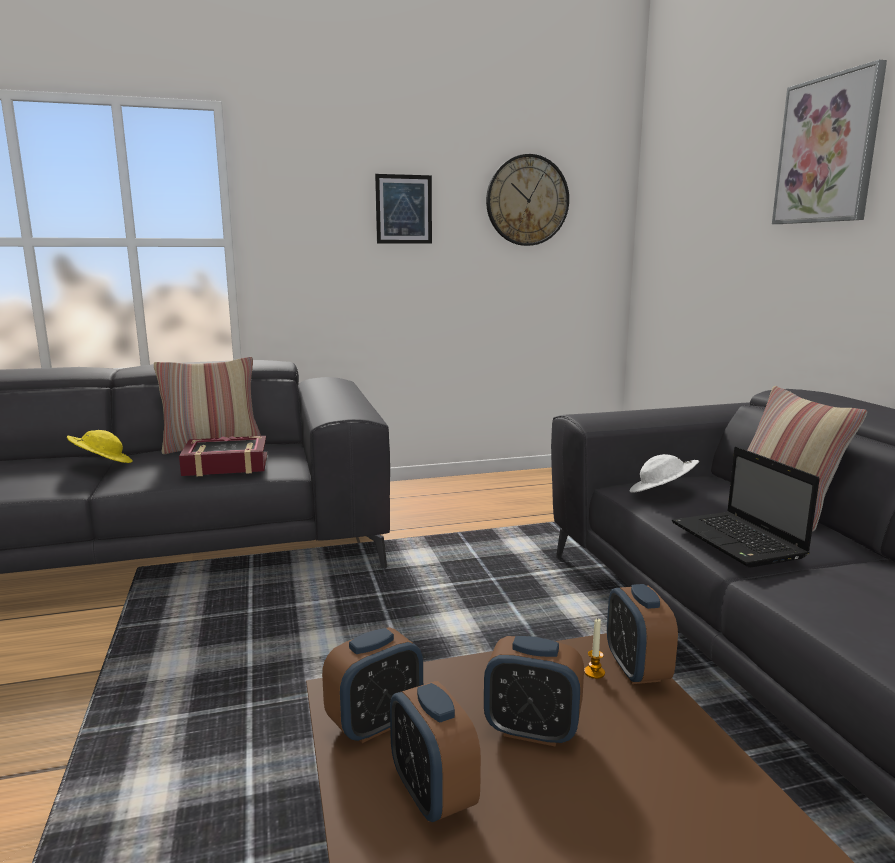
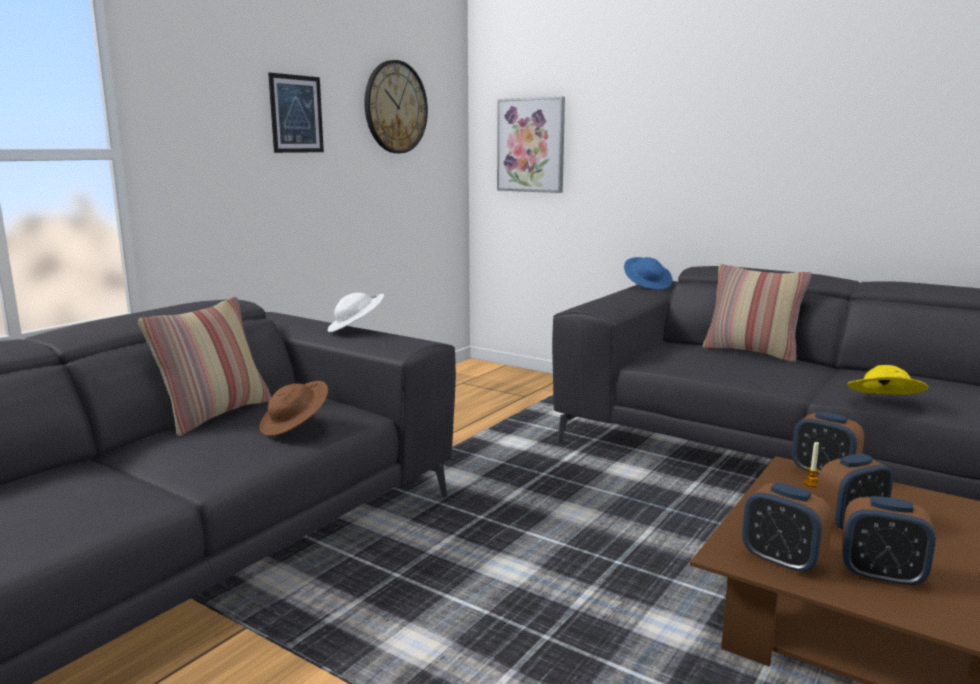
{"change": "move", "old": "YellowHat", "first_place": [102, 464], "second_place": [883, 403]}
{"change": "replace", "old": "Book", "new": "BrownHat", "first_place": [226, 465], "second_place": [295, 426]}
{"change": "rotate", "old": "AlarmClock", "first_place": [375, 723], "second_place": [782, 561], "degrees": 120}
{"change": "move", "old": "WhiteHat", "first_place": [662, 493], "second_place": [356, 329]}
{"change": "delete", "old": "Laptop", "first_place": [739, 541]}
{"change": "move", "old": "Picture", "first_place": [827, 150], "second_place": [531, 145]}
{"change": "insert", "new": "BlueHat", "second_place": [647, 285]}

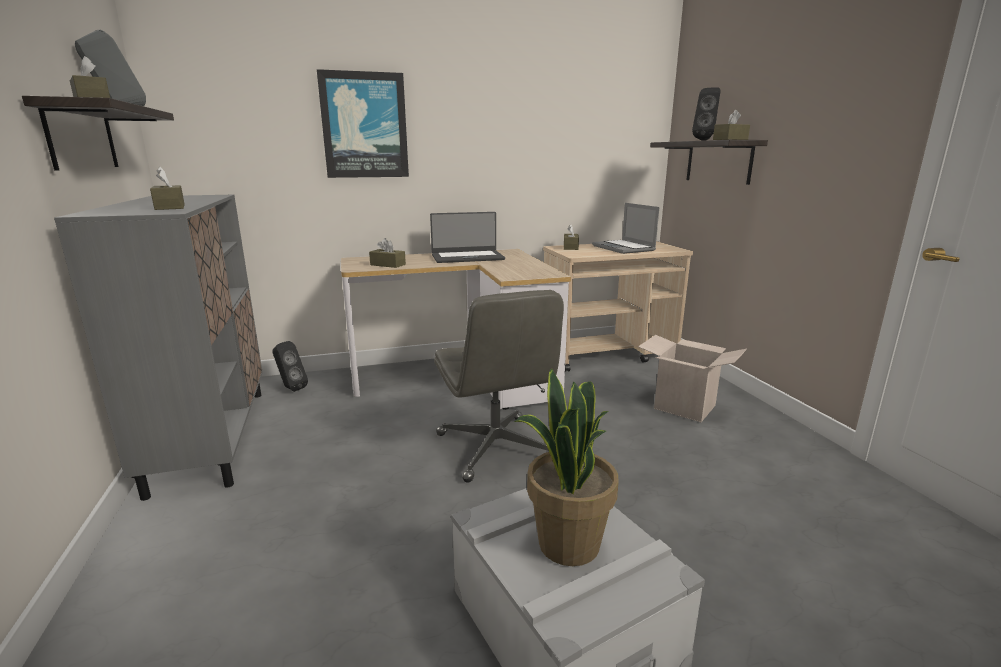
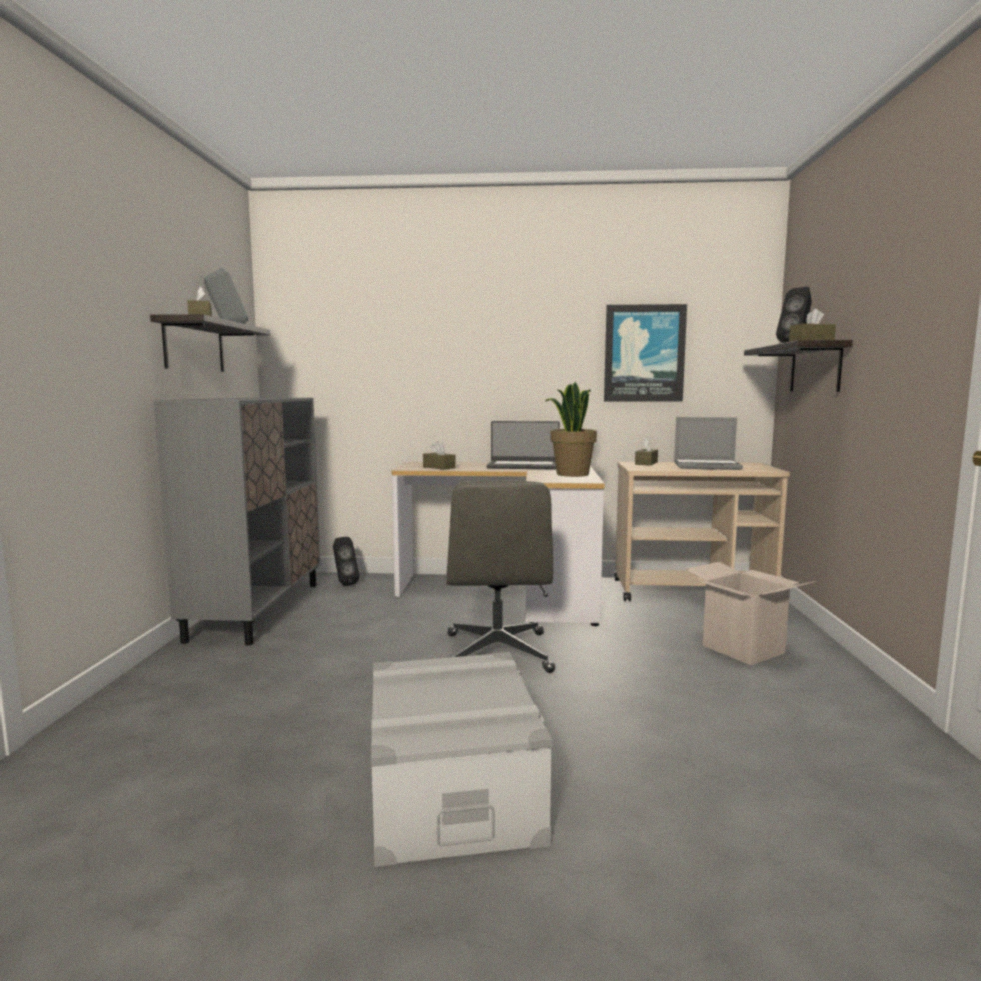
{"change": "delete", "old": "BrownTissueBox", "first_place": [170, 207]}
{"change": "move", "old": "Picture", "first_place": [364, 126], "second_place": [644, 353]}
{"change": "move", "old": "PottedPlant", "first_place": [567, 544], "second_place": [572, 474]}
{"change": "rotate", "old": "Laptop", "first_place": [624, 248], "second_place": [707, 466], "degrees": -75}

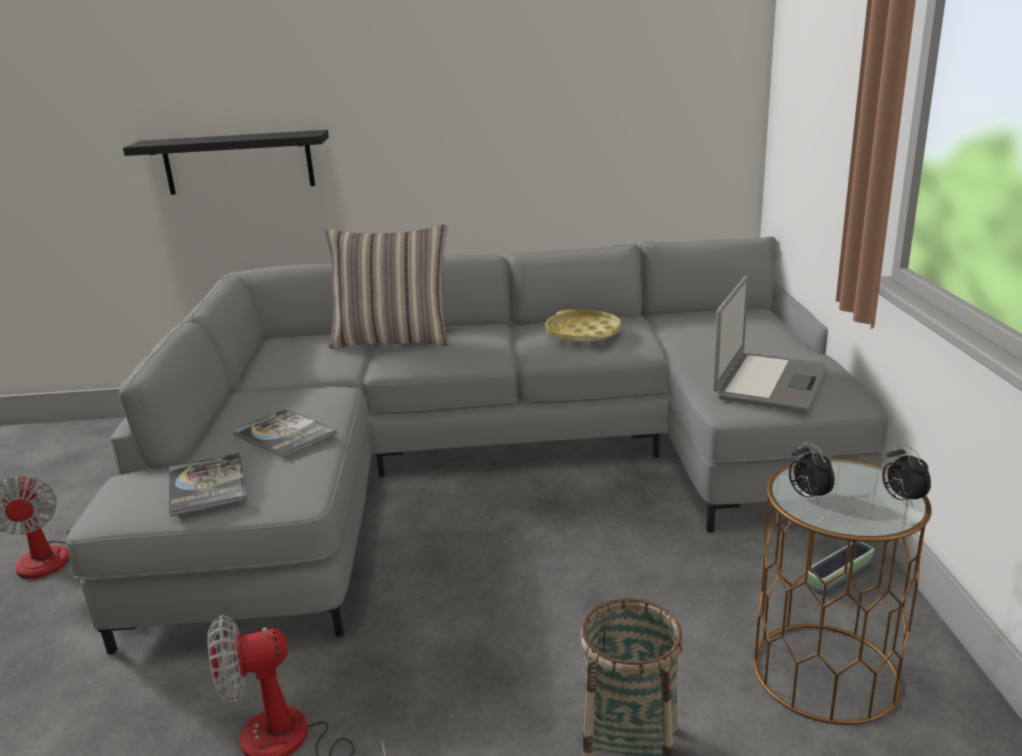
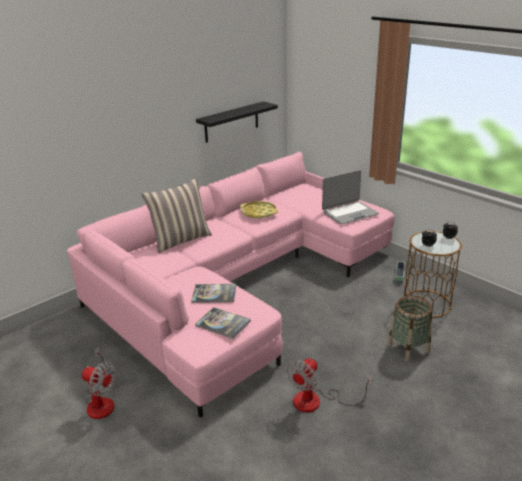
{"change": "recolor", "old": "GreySofa", "new": "PinkSofa", "first_place": [492, 462], "second_place": [239, 282]}
{"change": "move", "old": "BlackShelf", "first_place": [238, 162], "second_place": [231, 122]}
{"change": "rotate", "old": "Laptop", "first_place": [769, 383], "second_place": [349, 213], "degrees": 75}

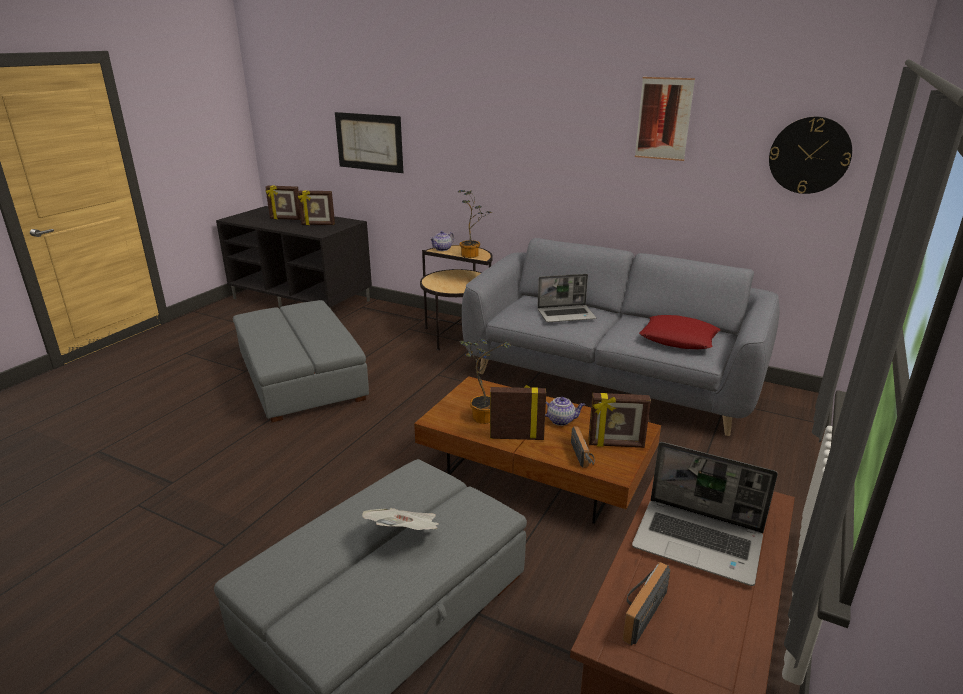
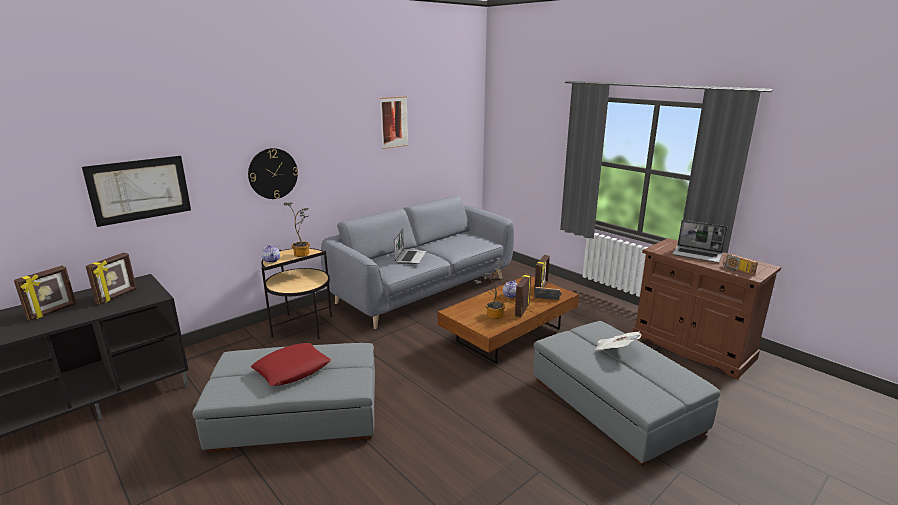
{"change": "rotate", "old": "Laptop", "first_place": [699, 542], "second_place": [697, 255], "degrees": 75}
{"change": "move", "old": "RedPillow", "first_place": [678, 339], "second_place": [292, 369]}
{"change": "move", "old": "WallClock", "first_place": [809, 155], "second_place": [273, 173]}

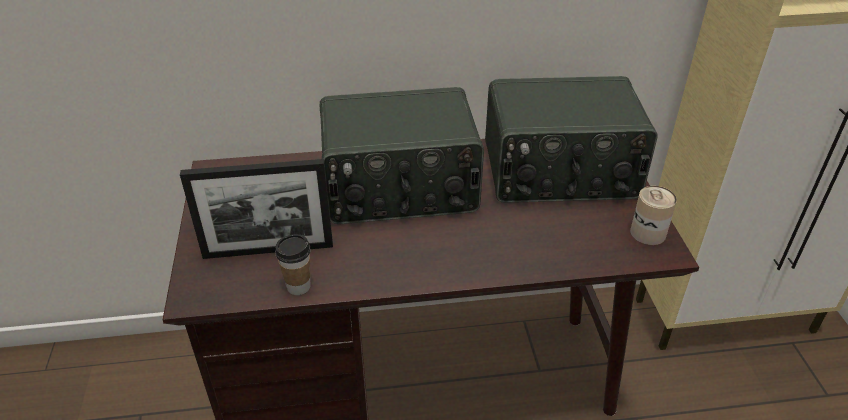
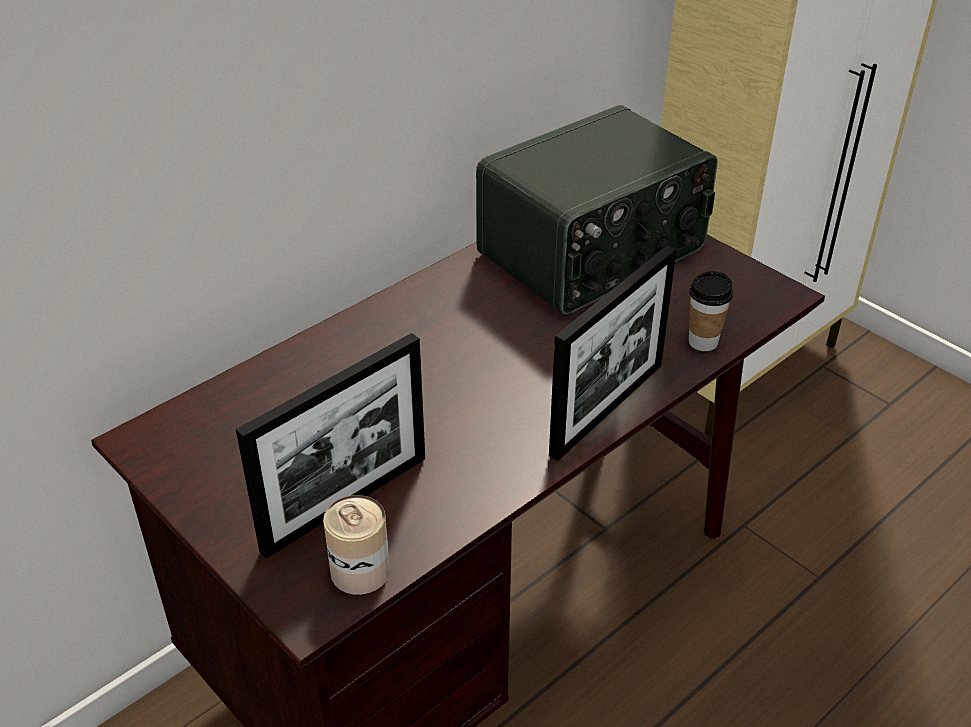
{"change": "move", "old": "Cup", "first_place": [298, 286], "second_place": [703, 342]}
{"change": "delete", "old": "Radio", "first_place": [400, 189]}
{"change": "move", "old": "Can", "first_place": [648, 233], "second_place": [360, 571]}
{"change": "insert", "new": "PictureFrame", "second_place": [607, 409]}

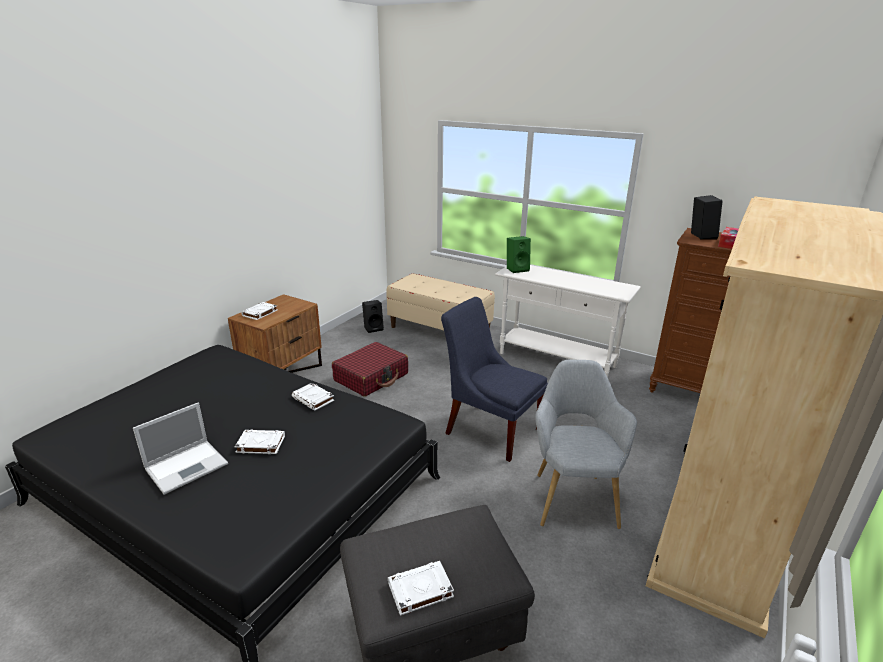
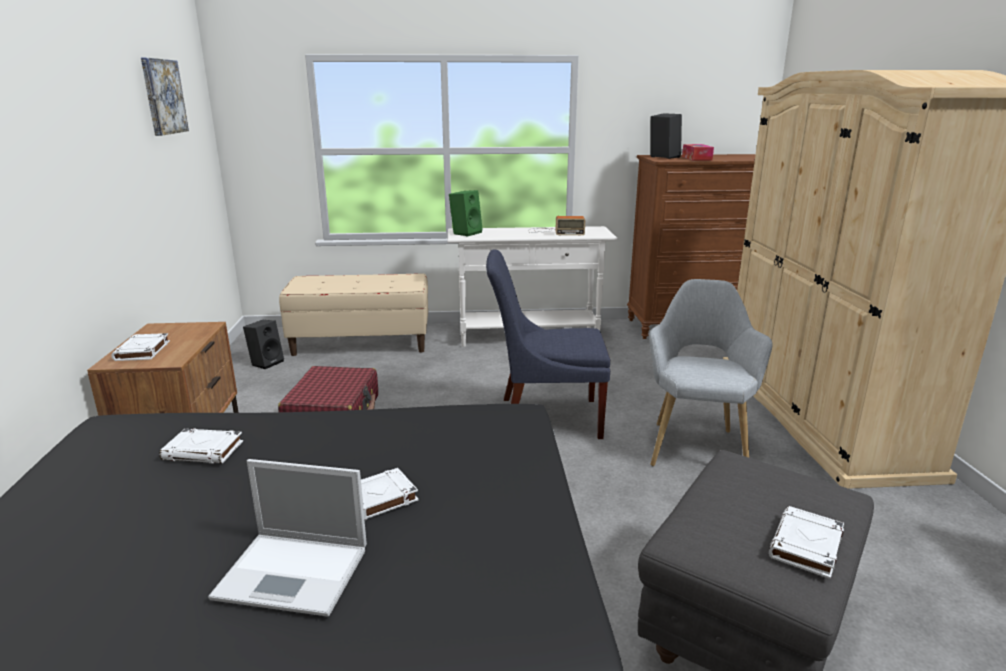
{"change": "rotate", "old": "Laptop", "first_place": [188, 465], "second_place": [295, 573], "degrees": 90}
{"change": "move", "old": "WhiteBook", "first_place": [313, 399], "second_place": [204, 451]}
{"change": "rotate", "old": "GreyArmchair", "first_place": [572, 495], "second_place": [696, 444], "degrees": 45}
{"change": "insert", "new": "Picture", "second_place": [163, 96]}
{"change": "insert", "new": "Radio", "second_place": [554, 232]}

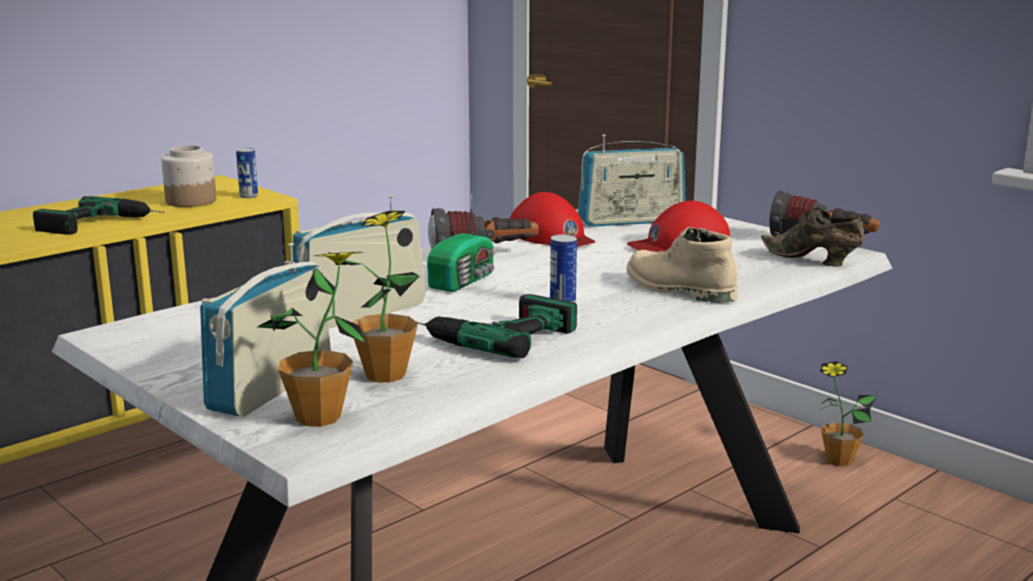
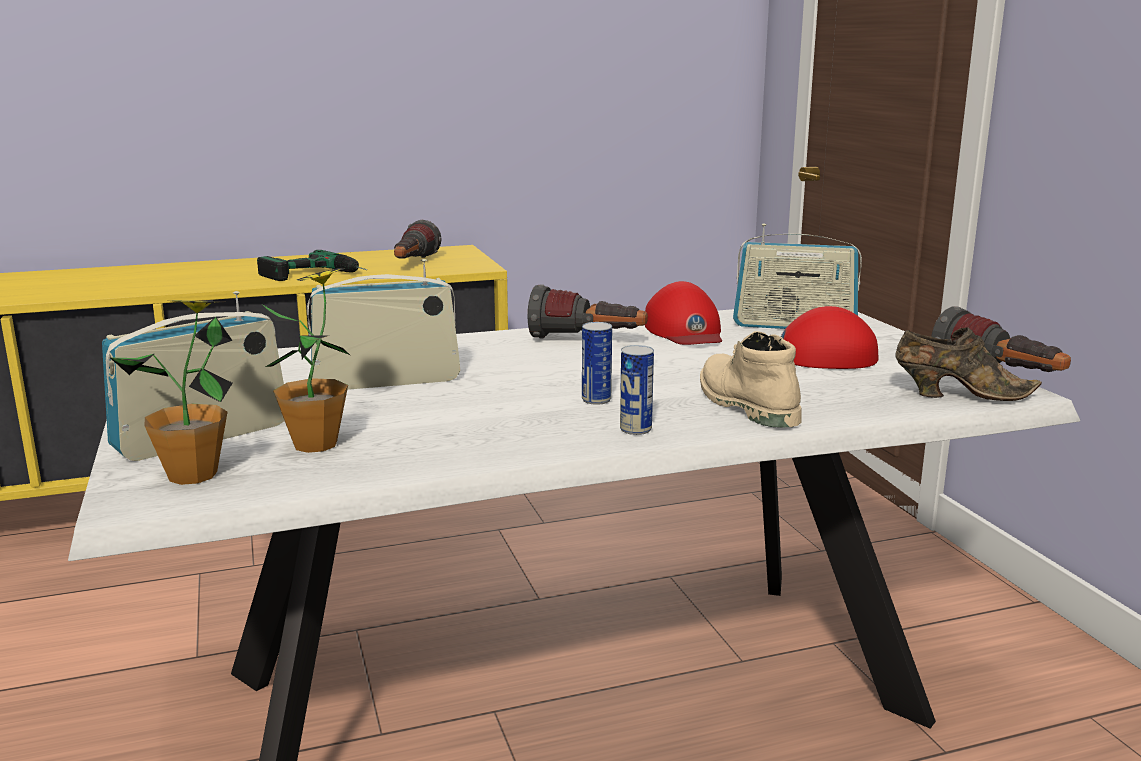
{"change": "replace", "old": "Jar", "new": "Flashlight", "first_place": [190, 201], "second_place": [413, 264]}
{"change": "move", "old": "Can", "first_place": [248, 196], "second_place": [635, 429]}
{"change": "delete", "old": "PowerDrill", "first_place": [489, 333]}
{"change": "delete", "old": "Radio", "first_place": [464, 280]}
{"change": "rotate", "old": "BrownShoe", "first_place": [812, 260], "second_place": [958, 395], "degrees": 120}
{"change": "delete", "old": "PottedPlant", "first_place": [839, 460]}

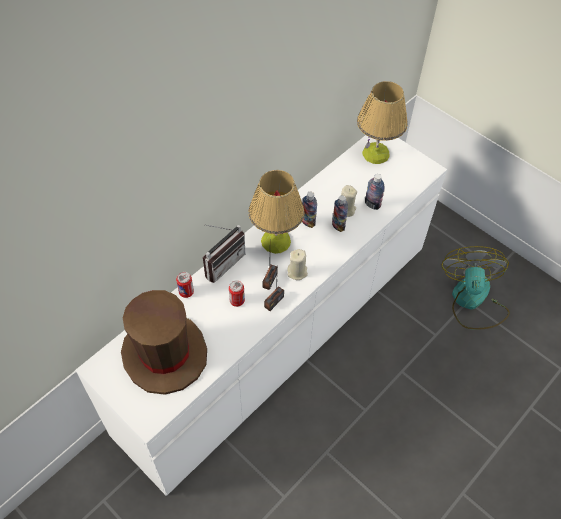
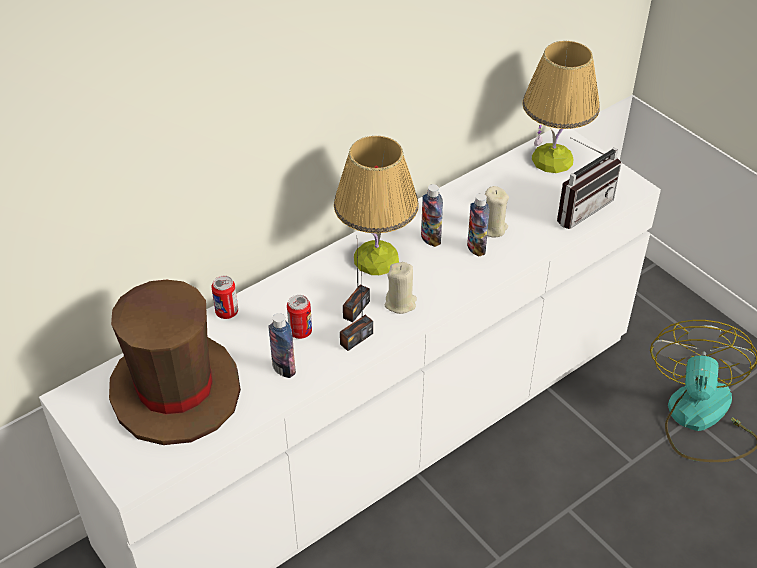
{"change": "move", "old": "Radio", "first_place": [221, 262], "second_place": [579, 207]}
{"change": "move", "old": "Bottle", "first_place": [372, 204], "second_place": [284, 368]}

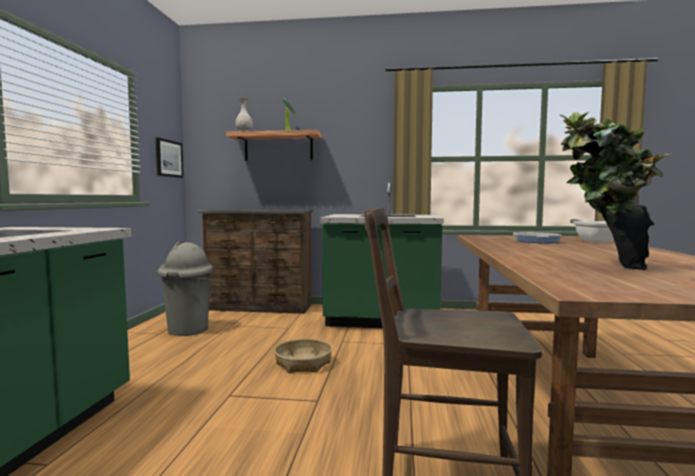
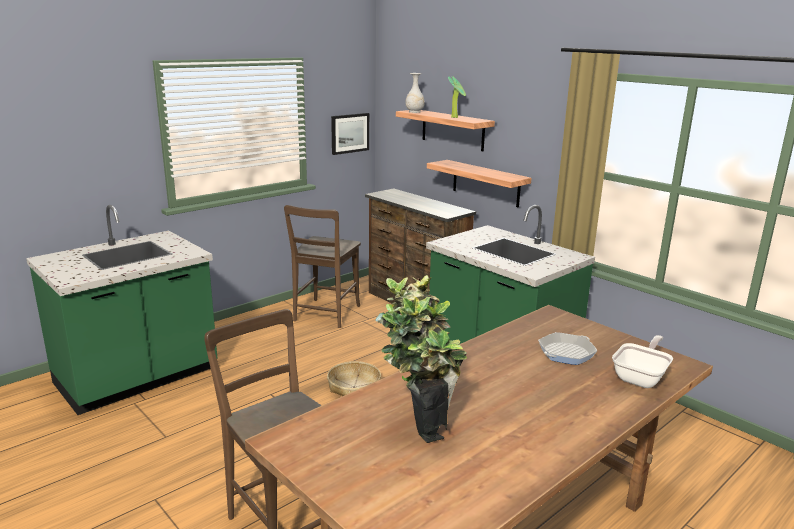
{"change": "replace", "old": "GreyTrashCan", "new": "BrownChair", "first_place": [187, 330], "second_place": [325, 315]}
{"change": "insert", "new": "Shelf", "second_place": [485, 183]}

